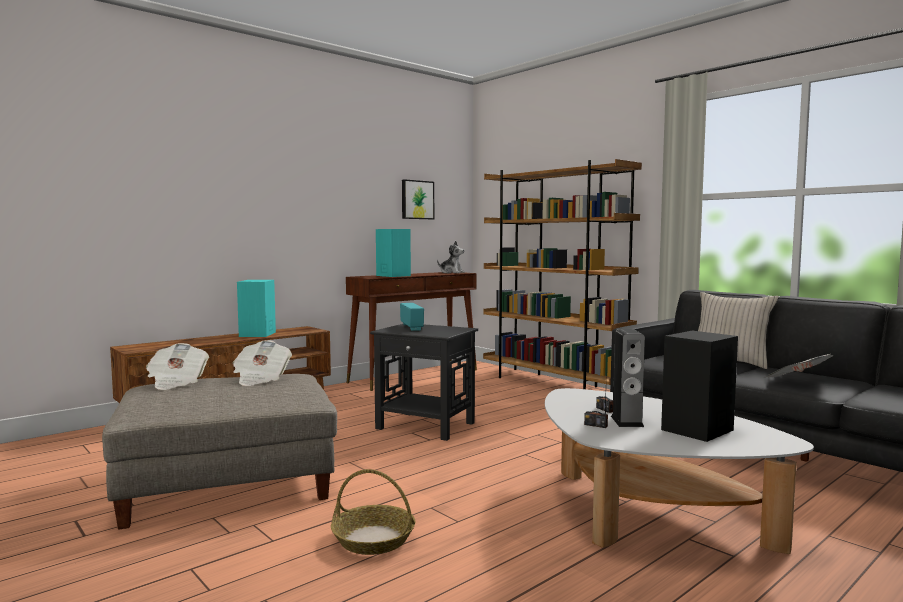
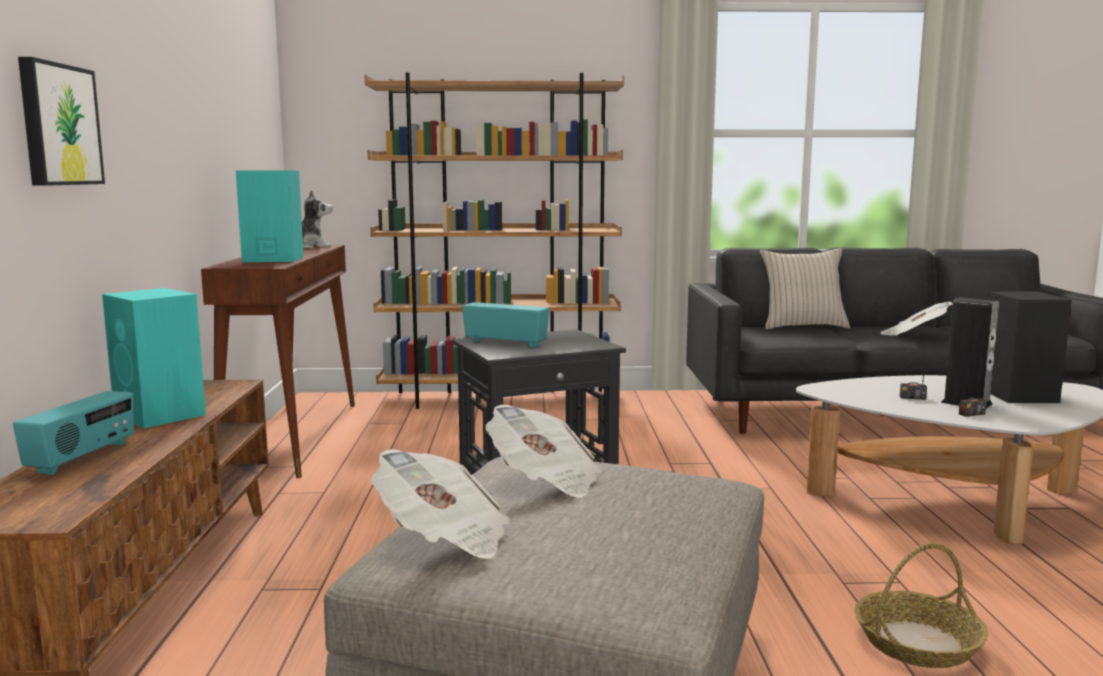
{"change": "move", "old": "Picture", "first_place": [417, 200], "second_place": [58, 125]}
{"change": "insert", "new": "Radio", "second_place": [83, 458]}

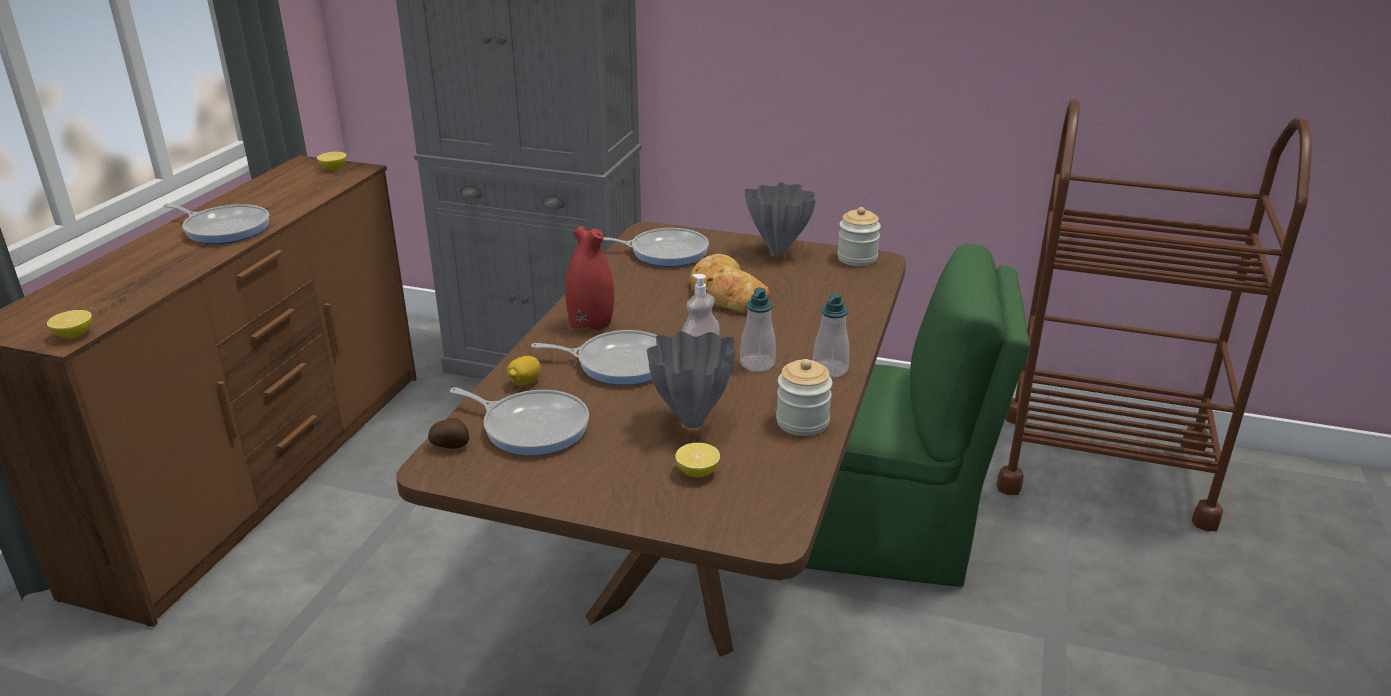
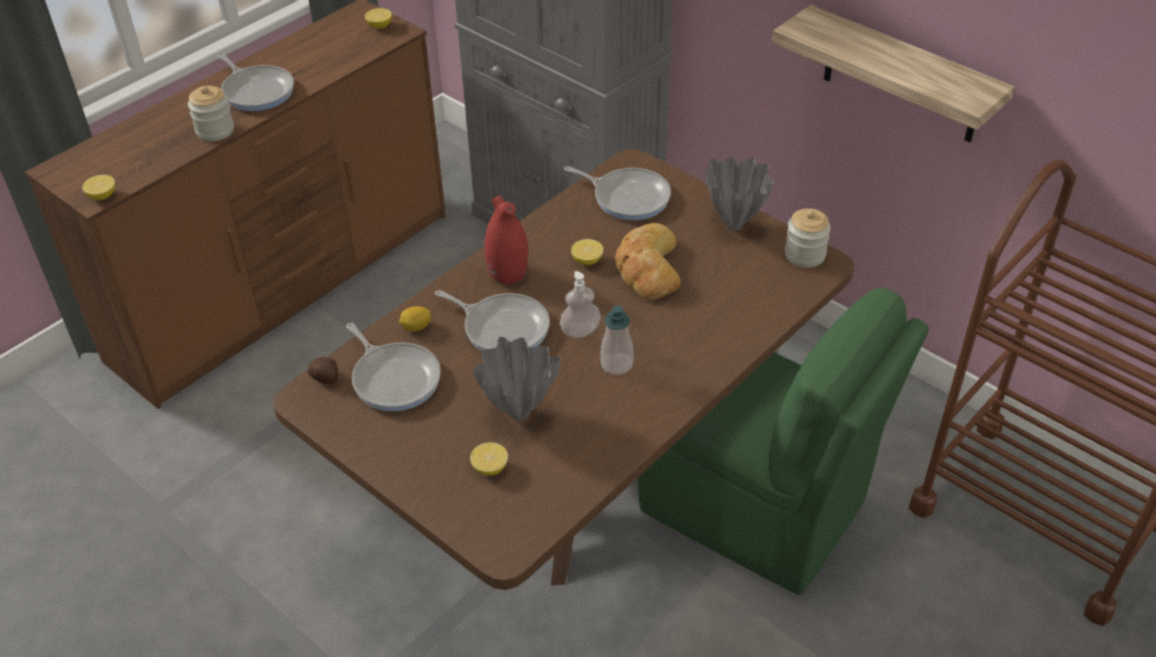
{"change": "move", "old": "Jar", "first_place": [802, 422], "second_place": [215, 131]}
{"change": "delete", "old": "SoapDispenser", "first_place": [830, 369]}
{"change": "insert", "new": "Lemon", "second_place": [587, 261]}
{"change": "insert", "new": "Shelf", "second_place": [902, 76]}

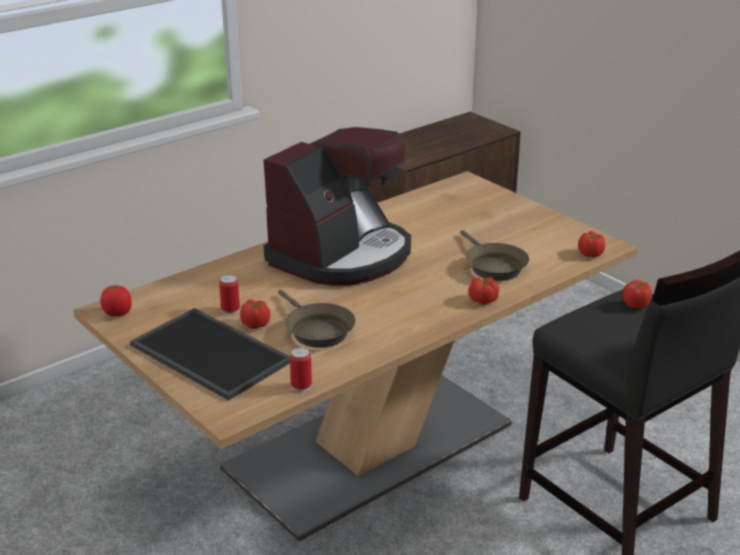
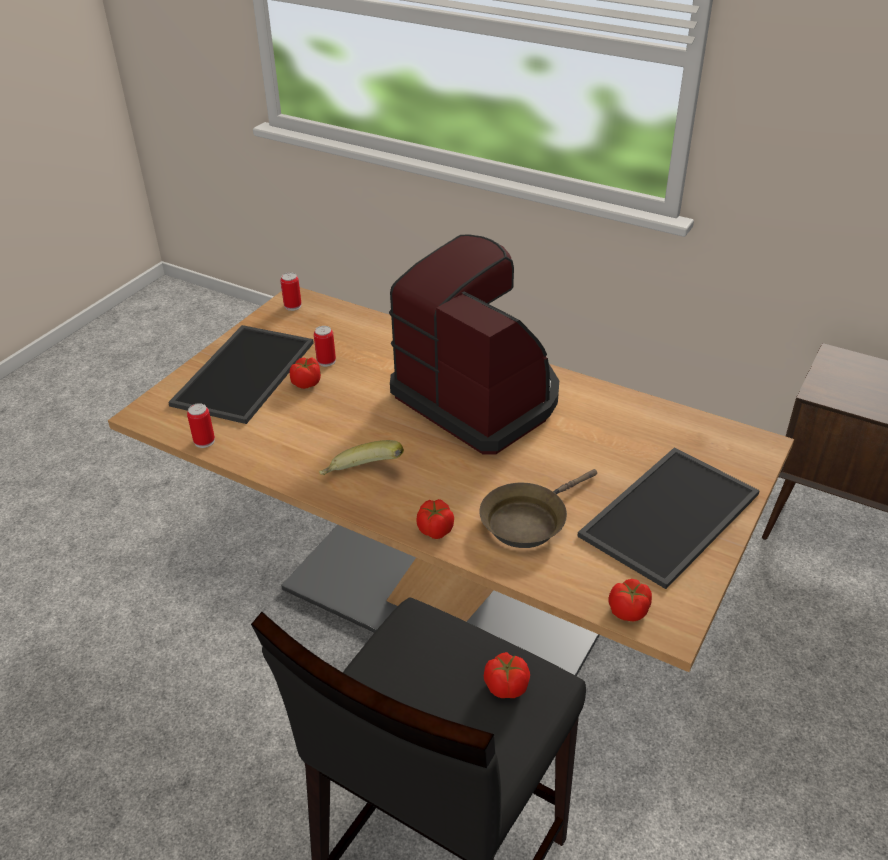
{"change": "replace", "old": "Tomato", "new": "Can", "first_place": [118, 313], "second_place": [293, 306]}
{"change": "rotate", "old": "CoffeeMachine", "first_place": [342, 255], "second_place": [479, 397], "degrees": -150}
{"change": "delete", "old": "BrownFryingPan", "first_place": [316, 330]}
{"change": "insert", "new": "Banana", "second_place": [362, 476]}
{"change": "insert", "new": "Tray", "second_place": [668, 512]}

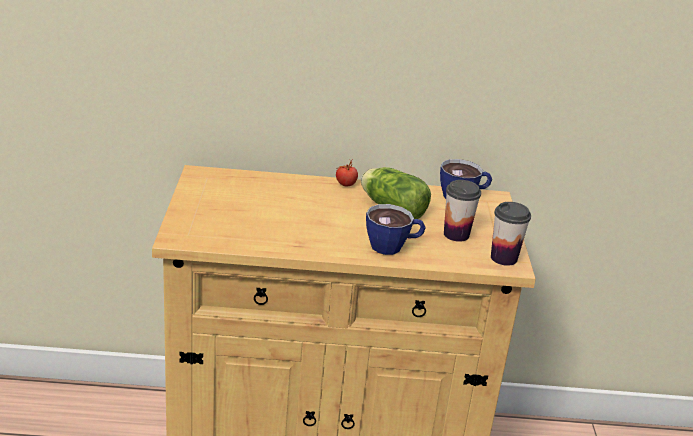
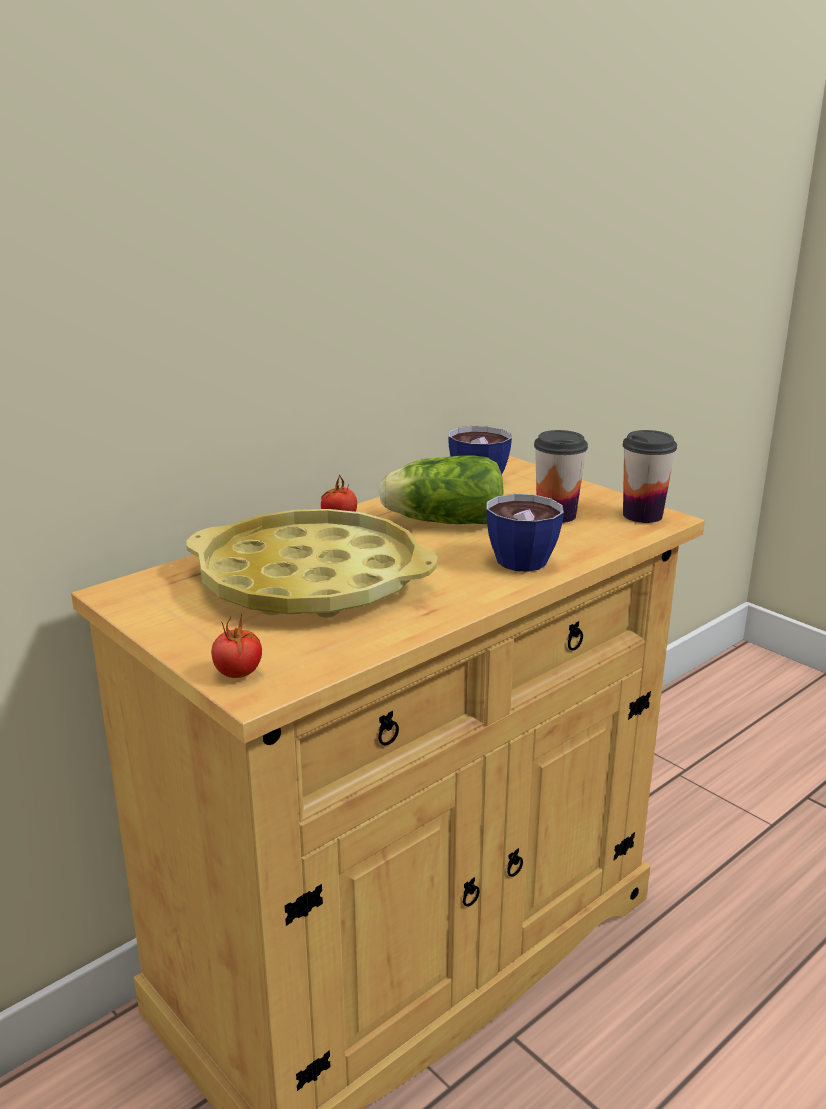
{"change": "insert", "new": "YellowTray", "second_place": [311, 580]}
{"change": "insert", "new": "Tomato", "second_place": [238, 673]}

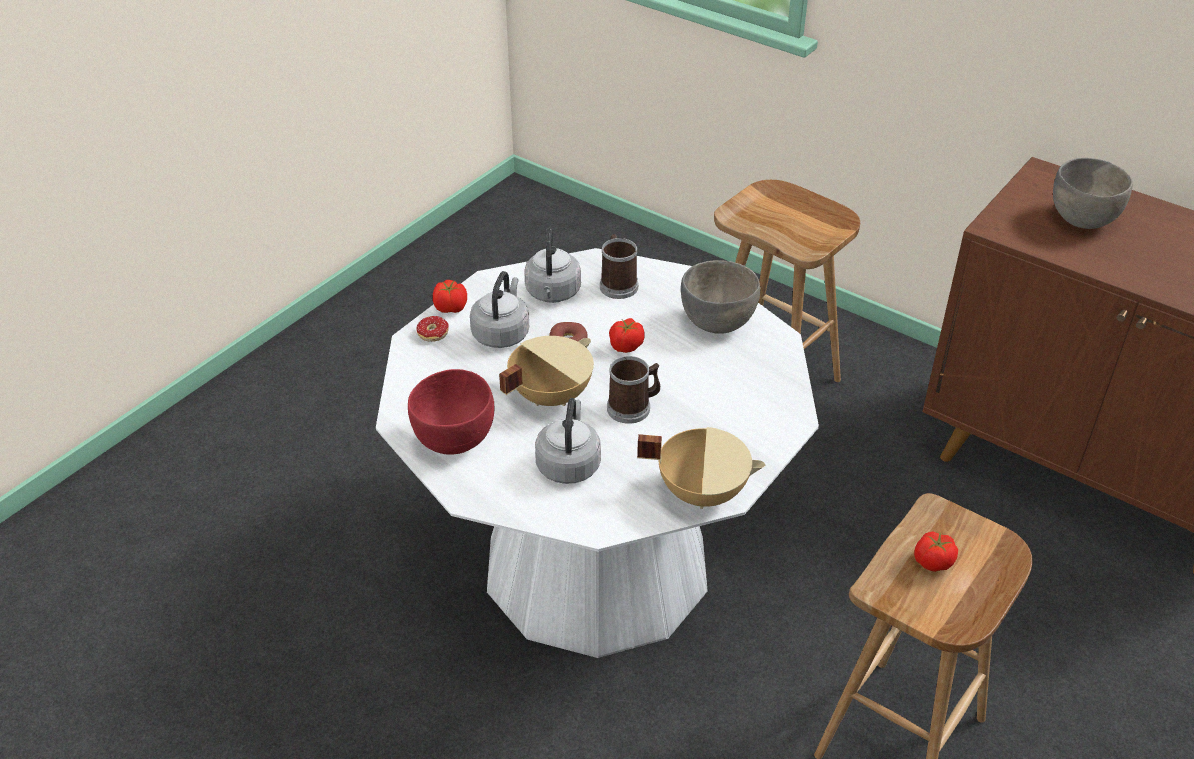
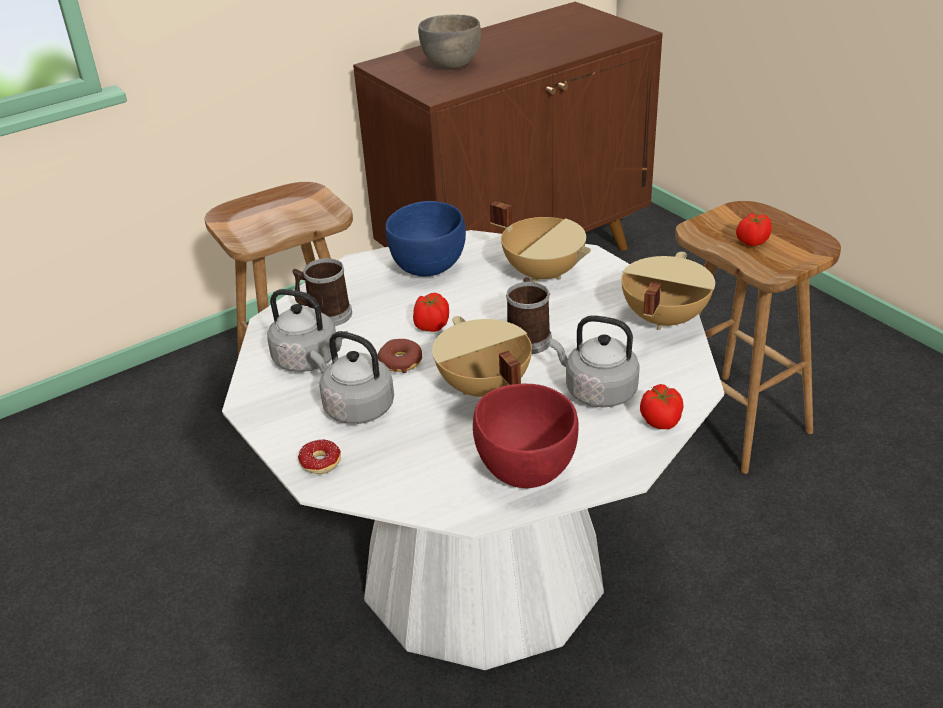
{"change": "move", "old": "Tomato", "first_place": [451, 308], "second_place": [661, 421]}
{"change": "recolor", "old": "GreyBowl", "new": "BlueBowl", "first_place": [718, 323], "second_place": [429, 267]}
{"change": "insert", "new": "BeigeCookingPot", "second_place": [543, 272]}

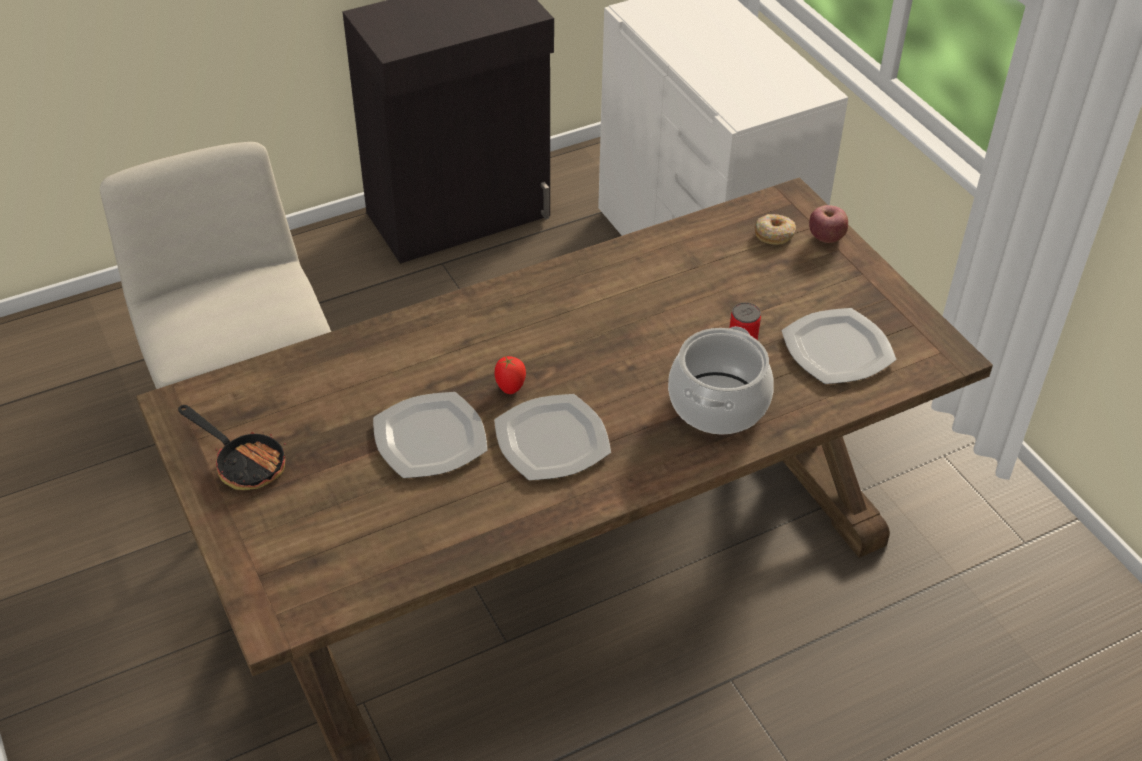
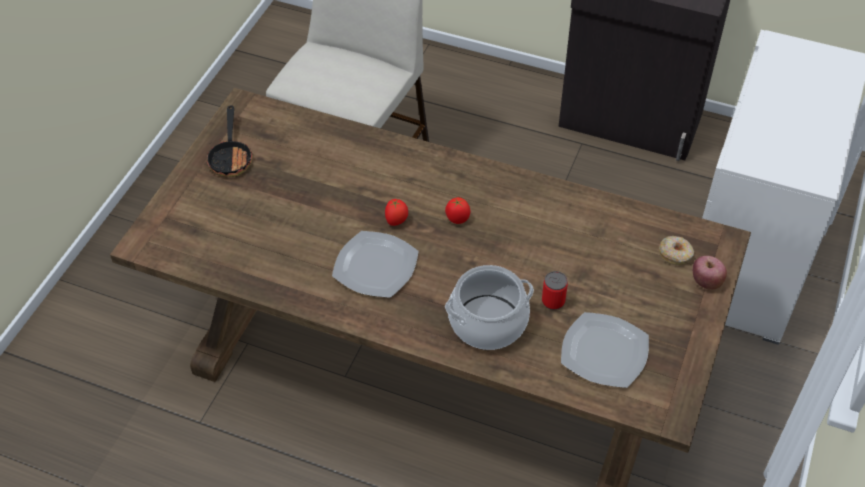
{"change": "delete", "old": "Plate", "first_place": [429, 439]}
{"change": "insert", "new": "Tomato", "second_place": [457, 219]}

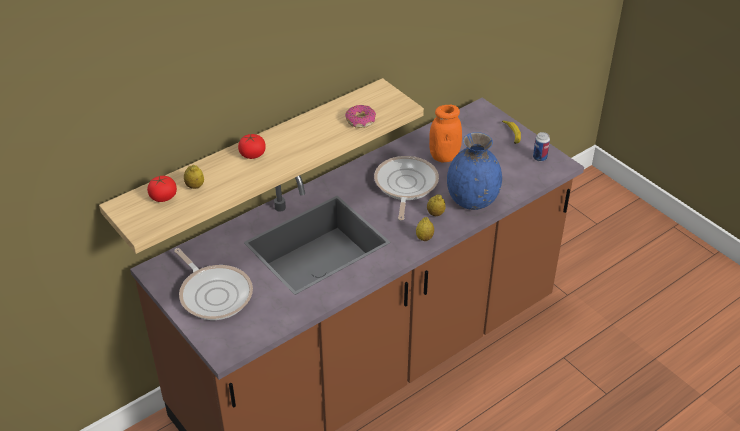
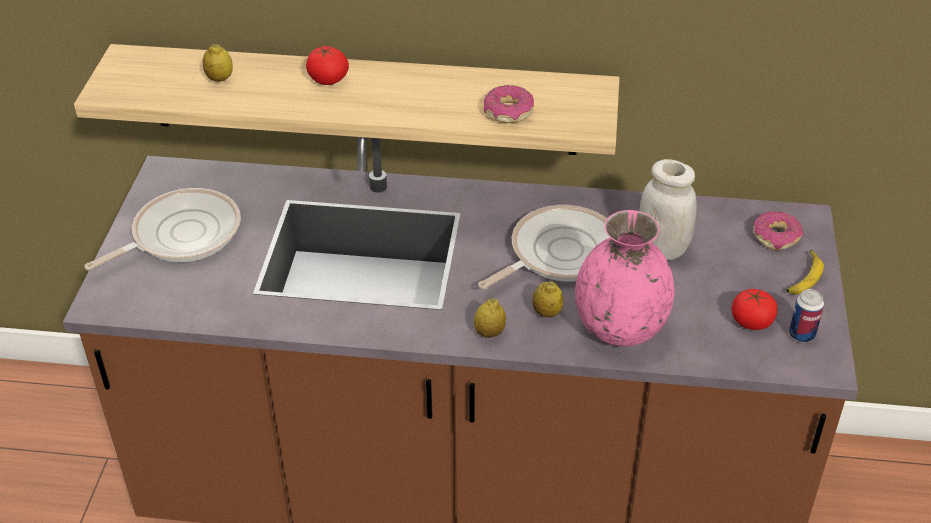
{"change": "move", "old": "Tomato", "first_place": [163, 197], "second_place": [751, 322]}
{"change": "rotate", "old": "FryingPan", "first_place": [214, 293], "second_place": [180, 235], "degrees": -135}
{"change": "recolor", "old": "OrangeJar", "new": "WhiteJar", "first_place": [444, 156], "second_place": [662, 249]}
{"change": "recolor", "old": "BlueVase", "new": "PinkVase", "first_place": [472, 200], "second_place": [619, 328]}
{"change": "insert", "new": "Donut", "second_place": [776, 236]}

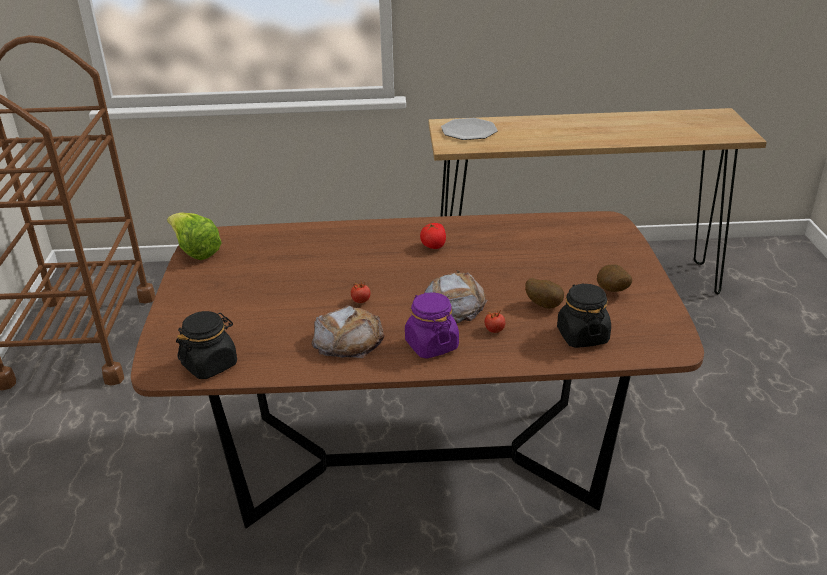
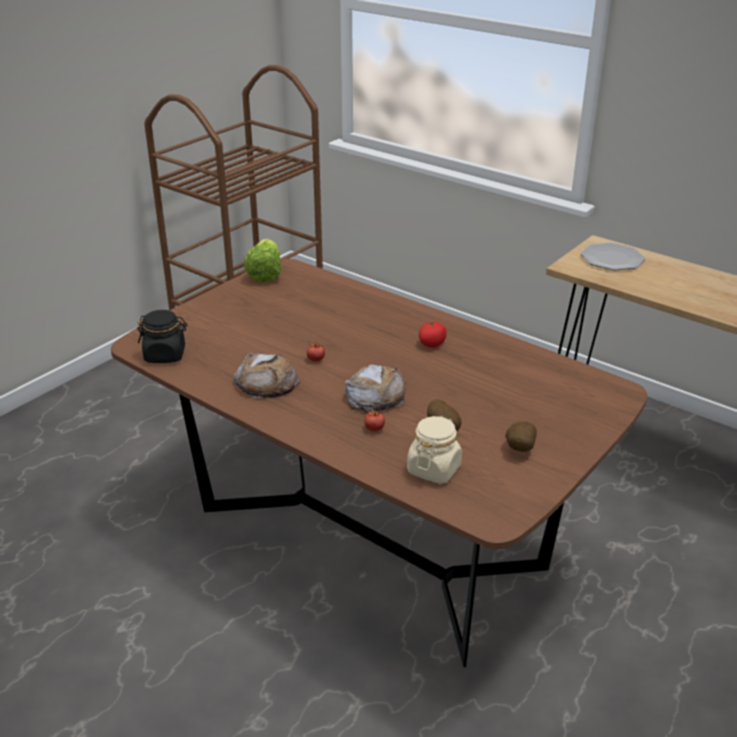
{"change": "delete", "old": "PurpleJar", "first_place": [431, 345]}
{"change": "recolor", "old": "BlackJar", "new": "BeigeJar", "first_place": [582, 336], "second_place": [434, 469]}

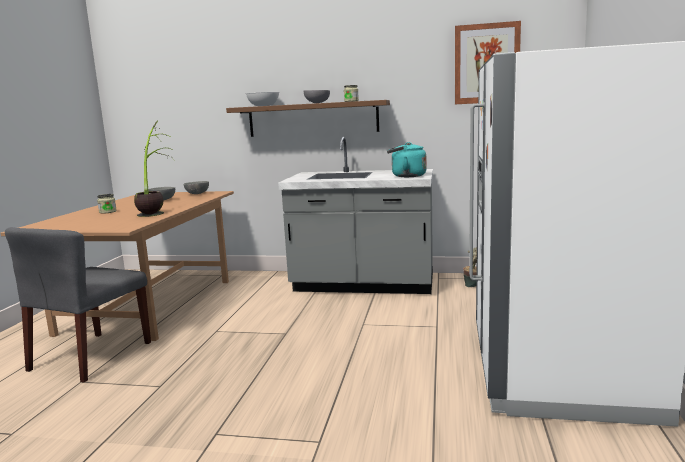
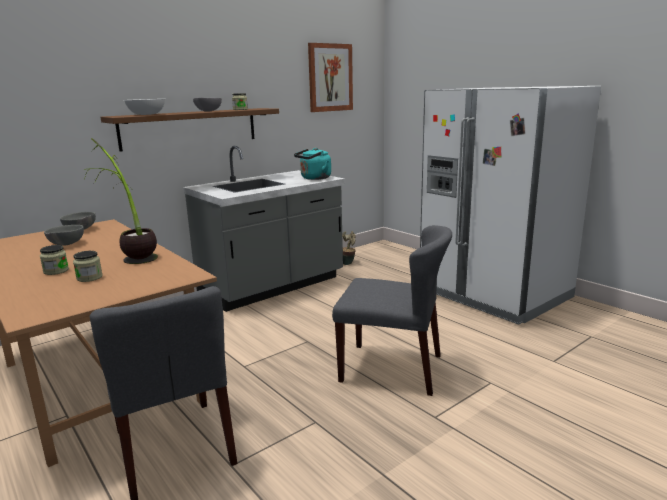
{"change": "insert", "new": "Jar", "second_place": [89, 278]}
{"change": "insert", "new": "GreyChair", "second_place": [392, 368]}

